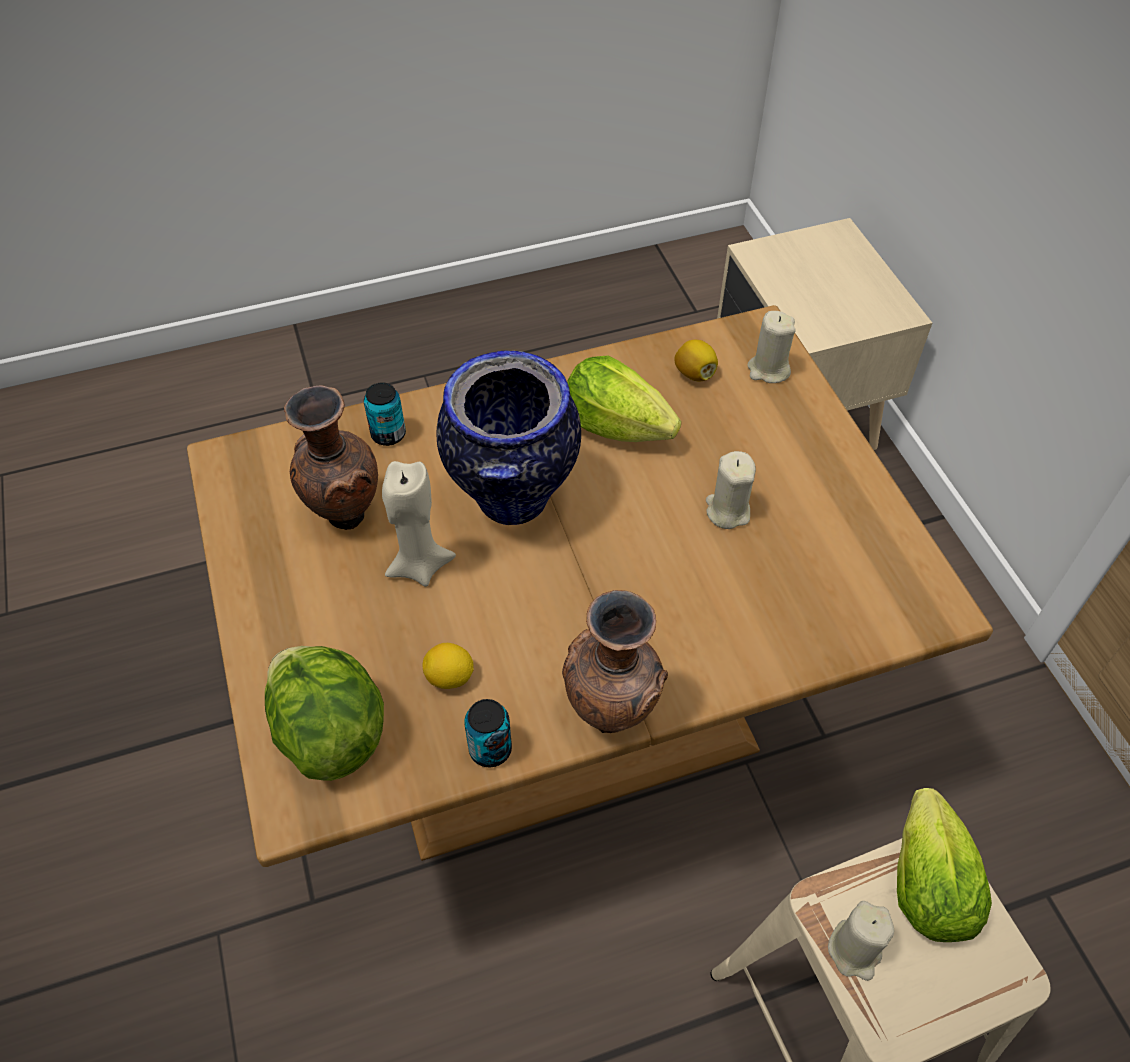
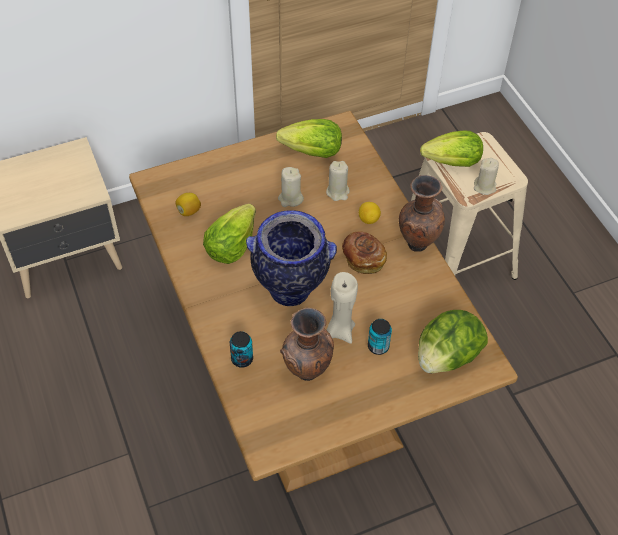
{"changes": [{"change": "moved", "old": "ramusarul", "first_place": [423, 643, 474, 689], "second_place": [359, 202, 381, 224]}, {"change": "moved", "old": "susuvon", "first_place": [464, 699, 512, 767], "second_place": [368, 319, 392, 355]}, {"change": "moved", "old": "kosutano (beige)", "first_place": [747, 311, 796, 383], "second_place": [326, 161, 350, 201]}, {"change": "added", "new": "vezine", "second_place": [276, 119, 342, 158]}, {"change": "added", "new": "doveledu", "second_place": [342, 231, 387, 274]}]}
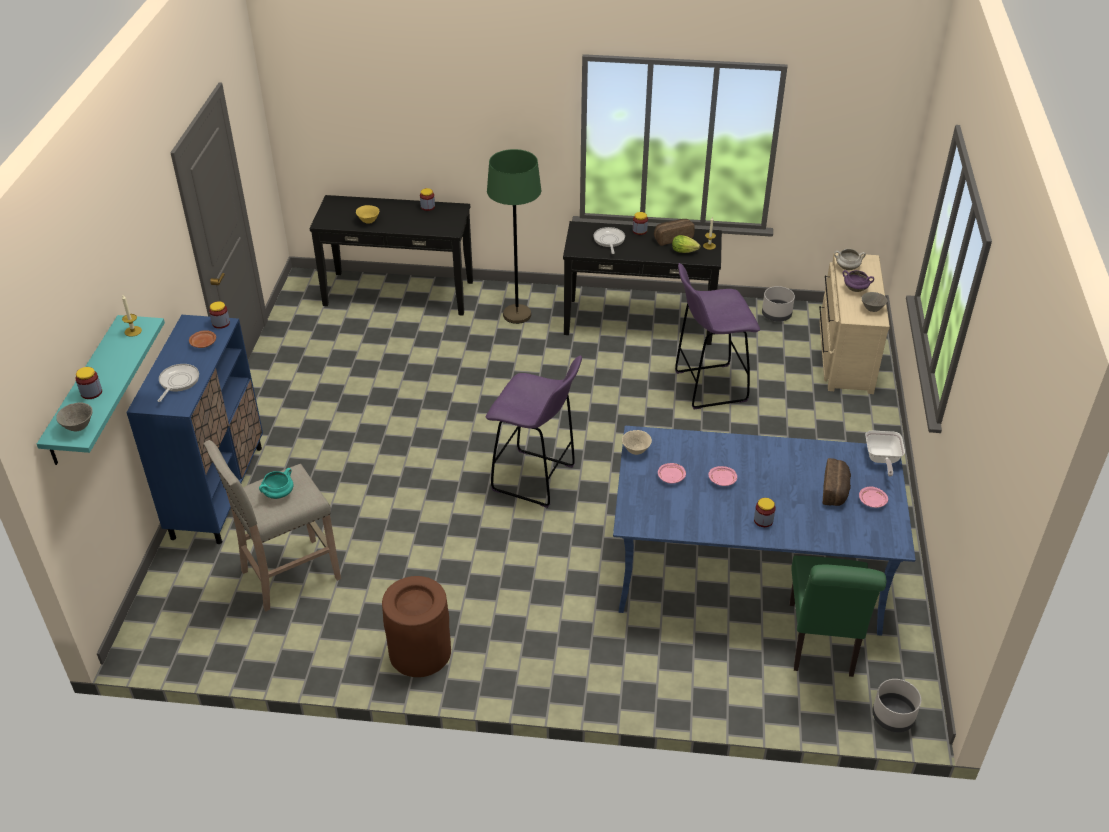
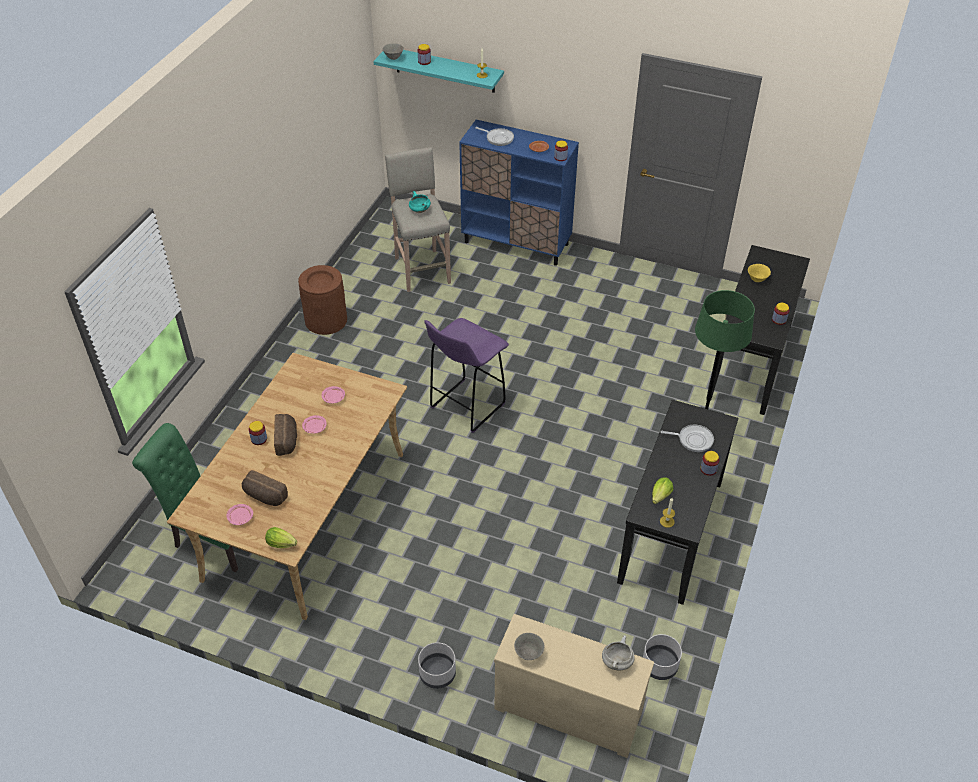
{"changes": [{"change": "recoloured", "old": "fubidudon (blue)", "new": "fubidudon (beige)", "first_place": [613, 426, 916, 636], "second_place": [167, 353, 407, 620]}, {"change": "removed", "old": "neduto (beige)", "first_place": [622, 430, 652, 455]}, {"change": "moved", "old": "doveledu", "first_place": [654, 219, 695, 246], "second_place": [274, 414, 297, 456]}, {"change": "removed", "old": "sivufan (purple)", "first_place": [675, 263, 760, 409]}, {"change": "removed", "old": "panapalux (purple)", "first_place": [842, 270, 874, 292]}, {"change": "replaced", "old": "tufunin", "new": "vezine", "first_place": [865, 430, 905, 477], "second_place": [265, 527, 297, 548]}, {"change": "moved", "old": "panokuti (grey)", "first_place": [872, 679, 921, 732], "second_place": [418, 642, 456, 689]}]}
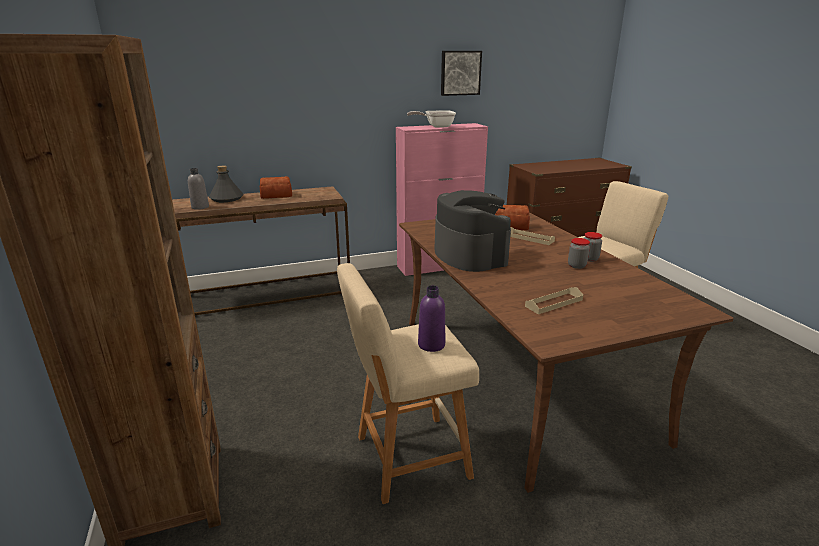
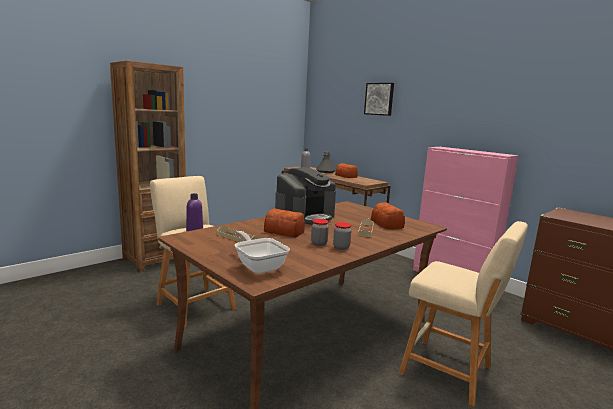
{"changes": [{"change": "moved", "old": "tufunin", "first_place": [407, 110, 456, 128], "second_place": [235, 231, 290, 274]}, {"change": "moved", "old": "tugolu", "first_place": [441, 51, 482, 96], "second_place": [364, 83, 394, 116]}, {"change": "added", "new": "doveledu", "second_place": [264, 208, 305, 237]}]}
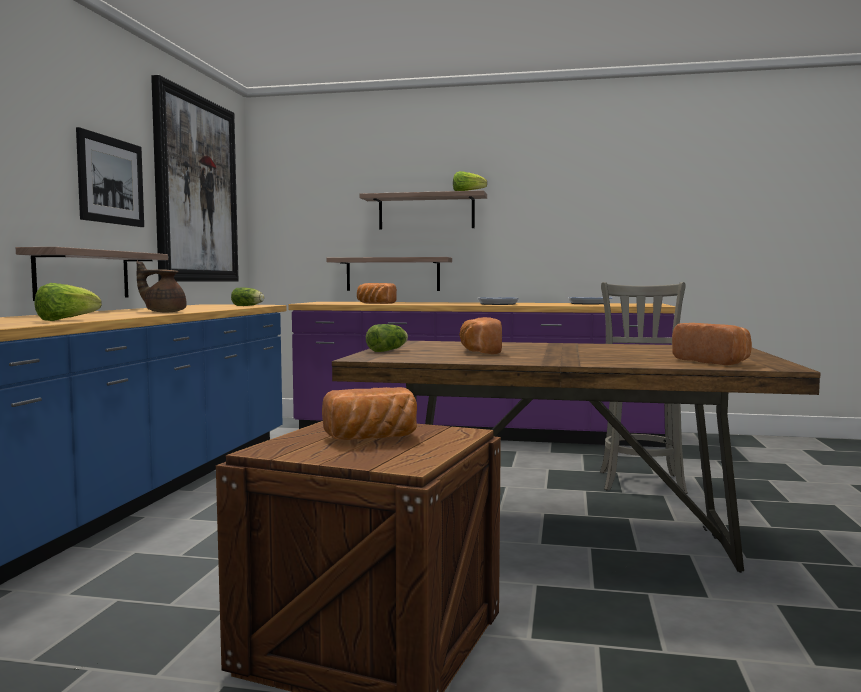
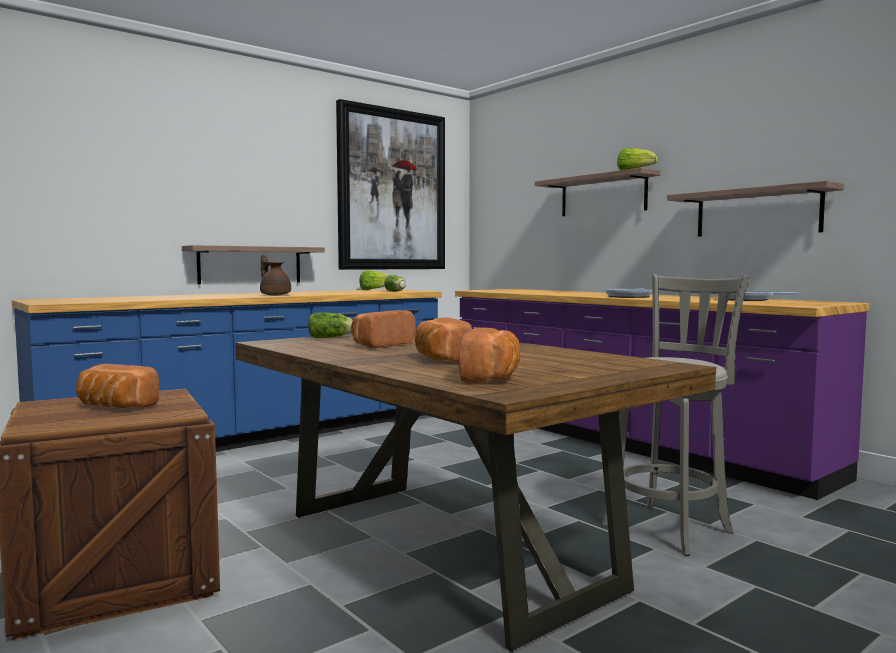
{"changes": [{"change": "moved", "old": "vezine", "first_place": [34, 283, 102, 321], "second_place": [360, 270, 389, 290]}, {"change": "removed", "old": "tugolu", "first_place": [76, 127, 144, 227]}, {"change": "moved", "old": "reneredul", "first_place": [326, 257, 452, 291], "second_place": [667, 181, 844, 237]}, {"change": "moved", "old": "doveledu", "first_place": [357, 283, 397, 304], "second_place": [415, 318, 472, 363]}]}
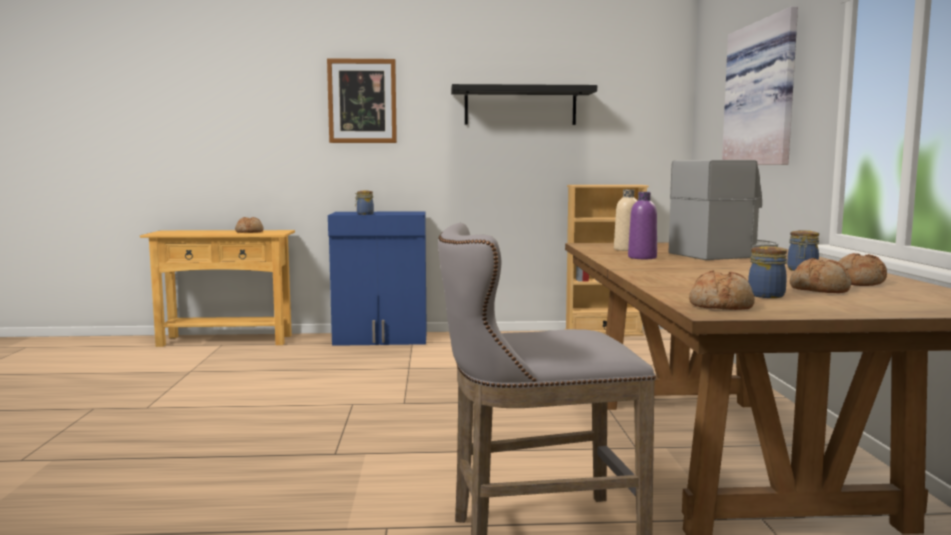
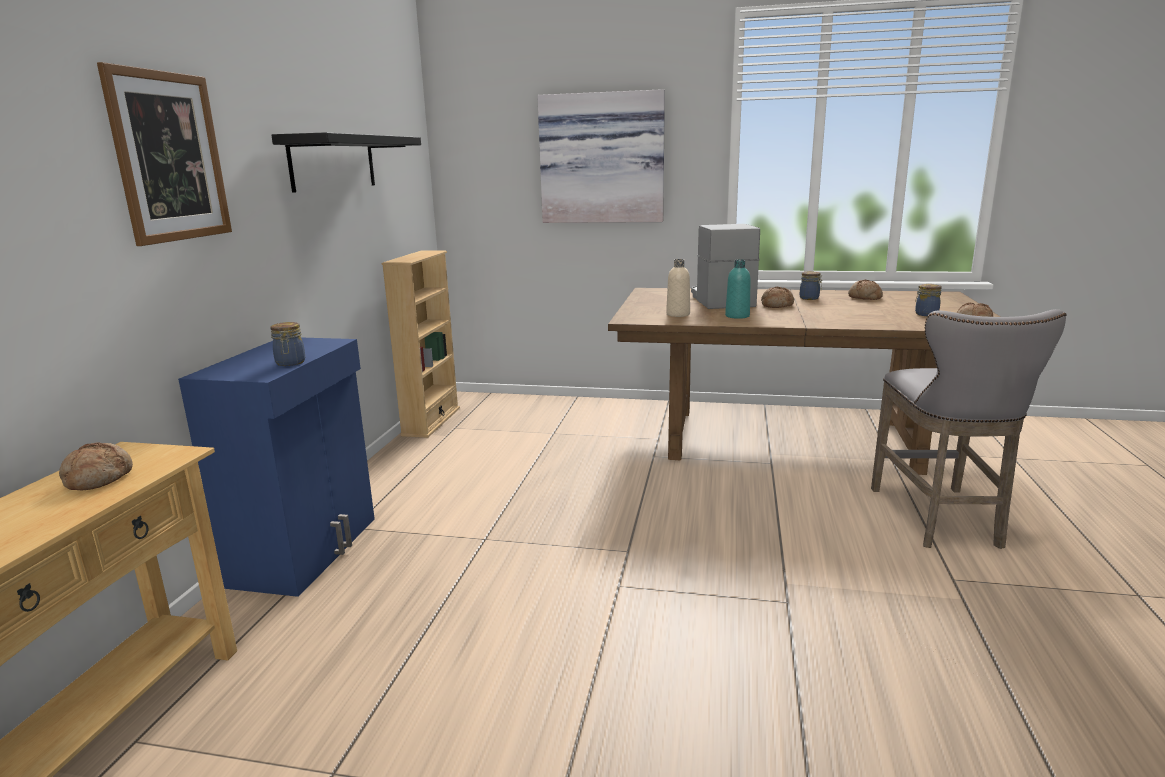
{"changes": [{"change": "recoloured", "old": "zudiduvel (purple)", "new": "zudiduvel (turquoise)", "first_place": [628, 192, 657, 259], "second_place": [725, 260, 750, 319]}, {"change": "moved", "old": "doveledu", "first_place": [790, 258, 852, 293], "second_place": [761, 287, 794, 308]}]}
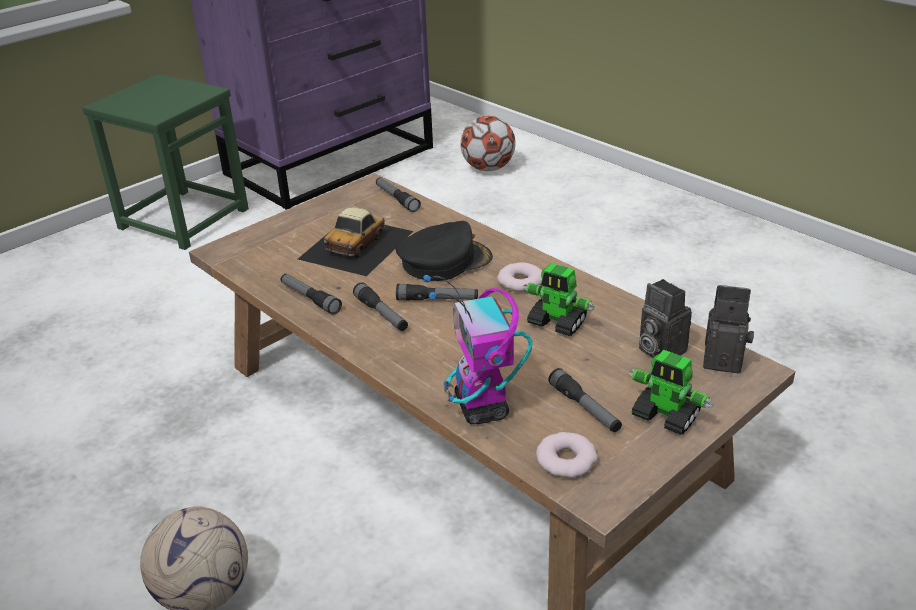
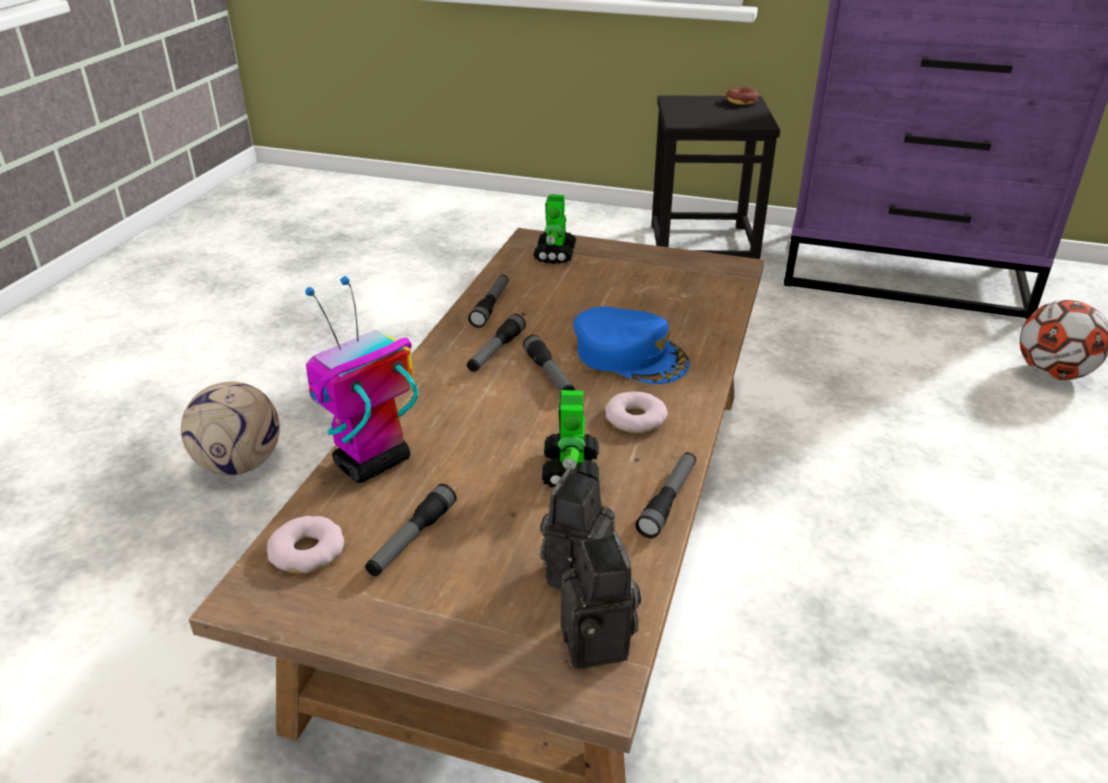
{"changes": [{"change": "recoloured", "old": "sivufan (green)", "new": "sivufan (black)", "first_place": [82, 74, 249, 250], "second_place": [651, 95, 780, 259]}, {"change": "removed", "old": "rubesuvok", "first_place": [298, 207, 413, 276]}, {"change": "moved", "old": "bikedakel", "first_place": [376, 177, 421, 212], "second_place": [635, 452, 696, 538]}, {"change": "recoloured", "old": "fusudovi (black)", "new": "fusudovi (blue)", "first_place": [395, 221, 493, 281], "second_place": [573, 306, 690, 384]}, {"change": "moved", "old": "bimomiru", "first_place": [629, 350, 713, 435], "second_place": [533, 194, 576, 264]}, {"change": "added", "new": "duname", "second_place": [726, 87, 759, 105]}]}
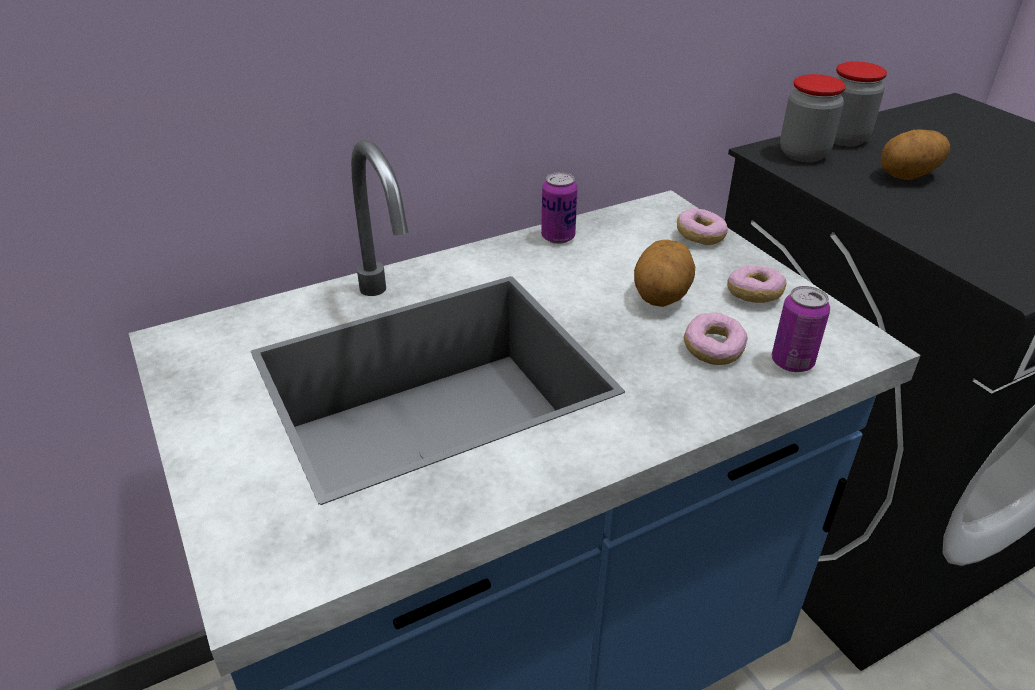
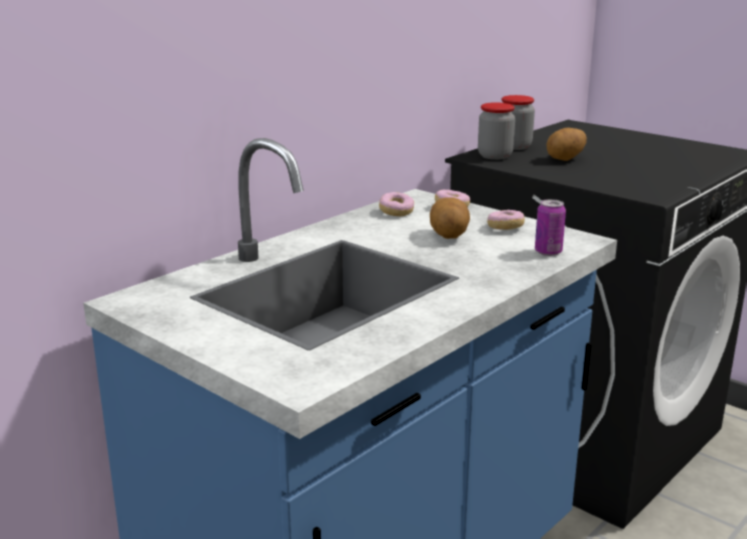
{"changes": [{"change": "removed", "old": "susuvon", "first_place": [541, 172, 578, 244]}, {"change": "moved", "old": "duname", "first_place": [684, 312, 748, 365], "second_place": [379, 192, 414, 216]}]}
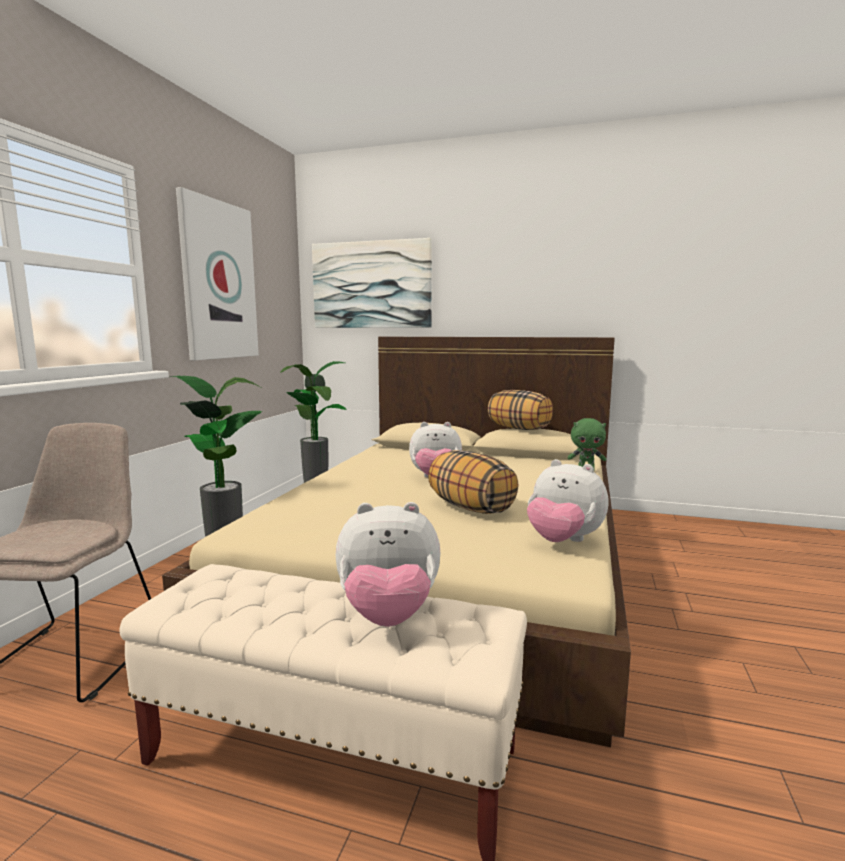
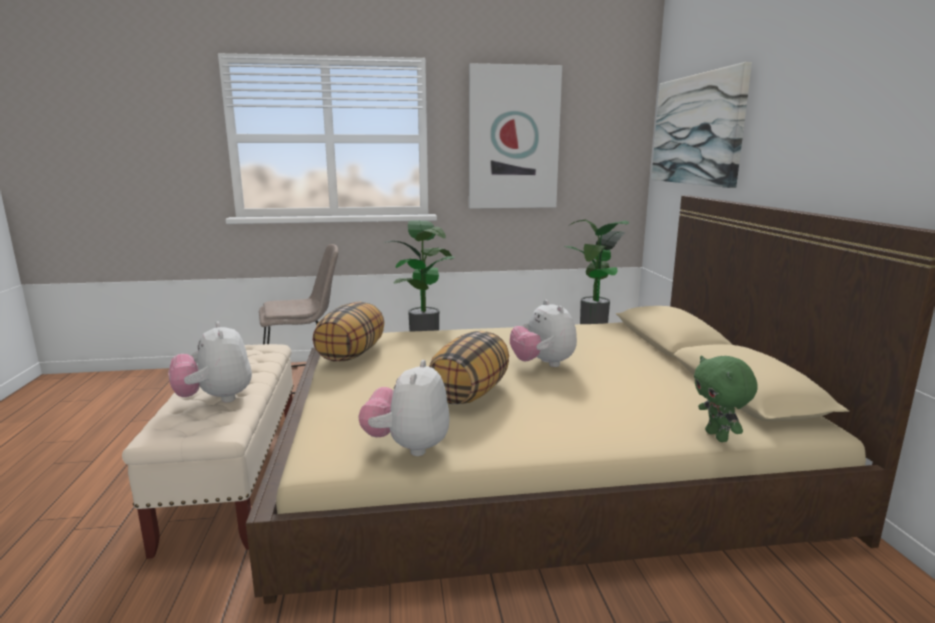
{"changes": [{"change": "moved", "old": "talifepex", "first_place": [488, 390, 553, 430], "second_place": [313, 302, 385, 361]}]}
